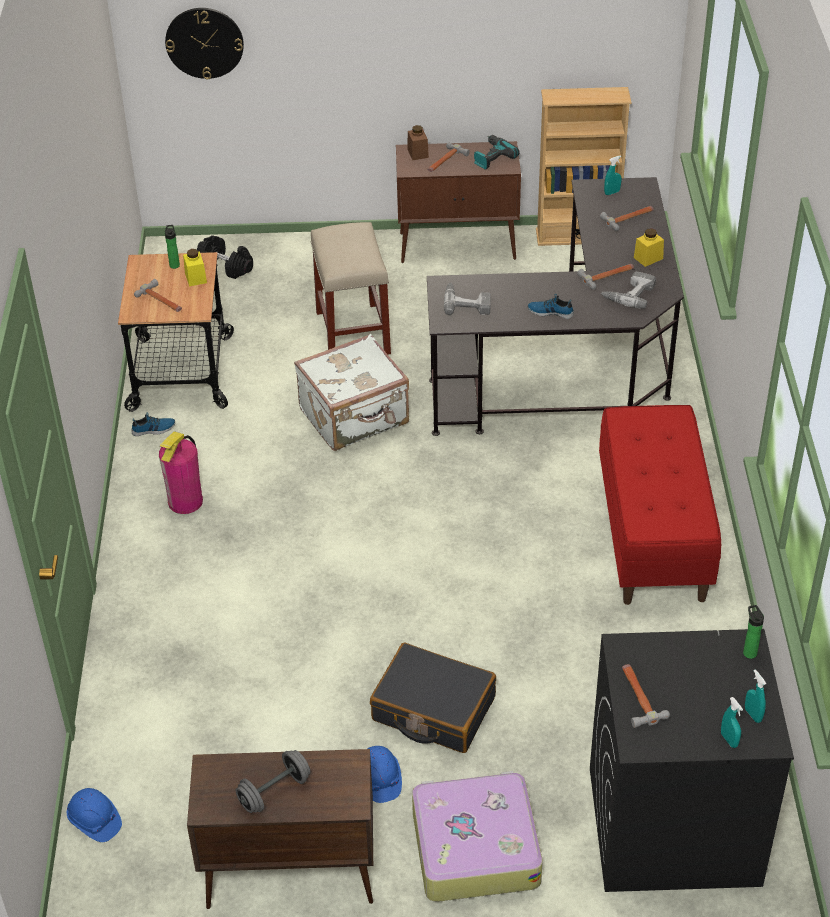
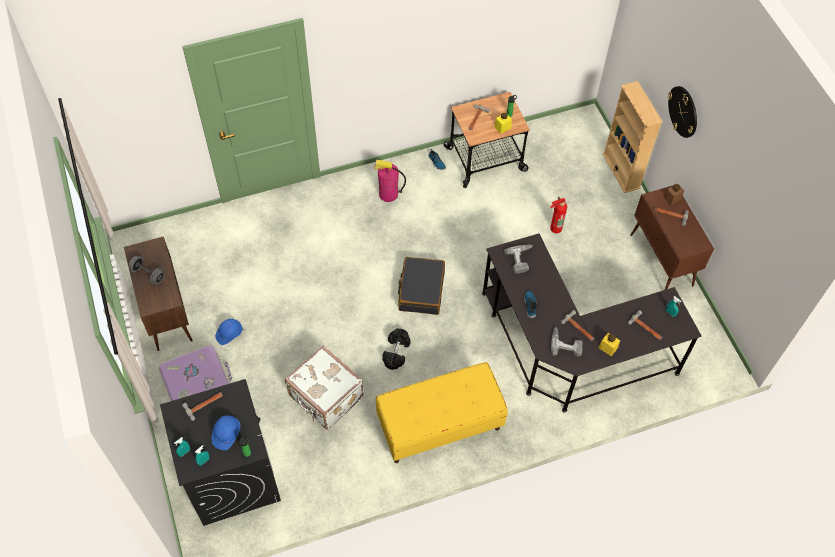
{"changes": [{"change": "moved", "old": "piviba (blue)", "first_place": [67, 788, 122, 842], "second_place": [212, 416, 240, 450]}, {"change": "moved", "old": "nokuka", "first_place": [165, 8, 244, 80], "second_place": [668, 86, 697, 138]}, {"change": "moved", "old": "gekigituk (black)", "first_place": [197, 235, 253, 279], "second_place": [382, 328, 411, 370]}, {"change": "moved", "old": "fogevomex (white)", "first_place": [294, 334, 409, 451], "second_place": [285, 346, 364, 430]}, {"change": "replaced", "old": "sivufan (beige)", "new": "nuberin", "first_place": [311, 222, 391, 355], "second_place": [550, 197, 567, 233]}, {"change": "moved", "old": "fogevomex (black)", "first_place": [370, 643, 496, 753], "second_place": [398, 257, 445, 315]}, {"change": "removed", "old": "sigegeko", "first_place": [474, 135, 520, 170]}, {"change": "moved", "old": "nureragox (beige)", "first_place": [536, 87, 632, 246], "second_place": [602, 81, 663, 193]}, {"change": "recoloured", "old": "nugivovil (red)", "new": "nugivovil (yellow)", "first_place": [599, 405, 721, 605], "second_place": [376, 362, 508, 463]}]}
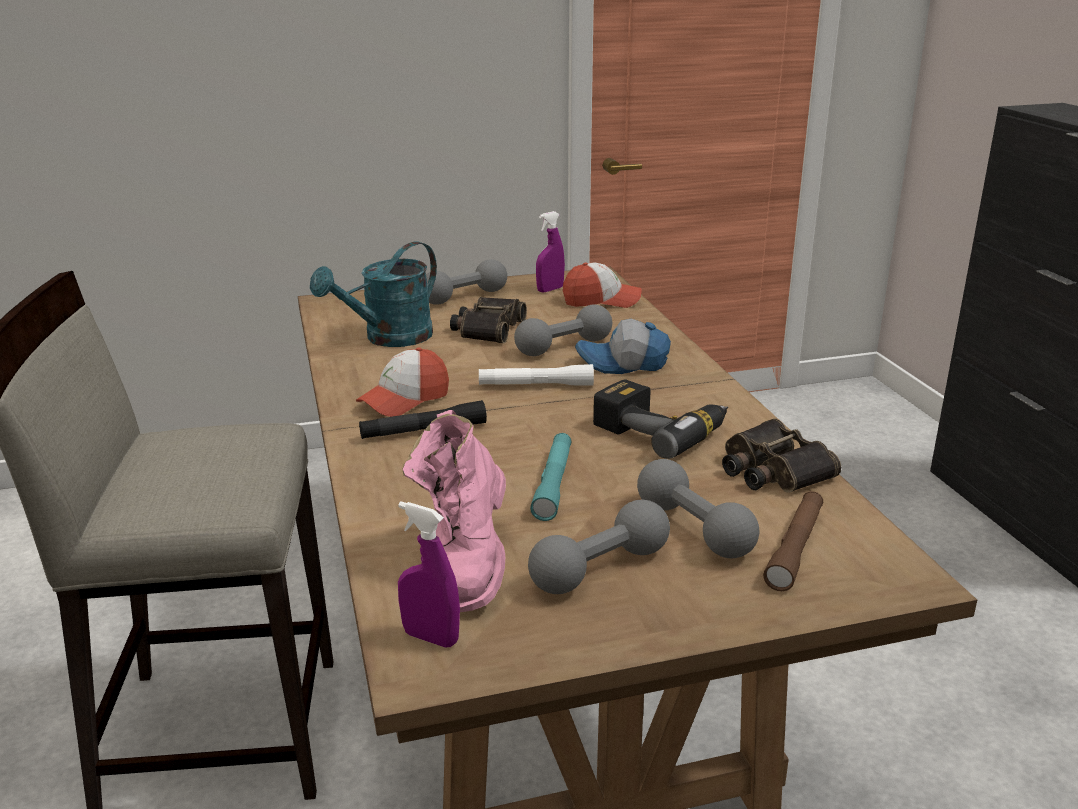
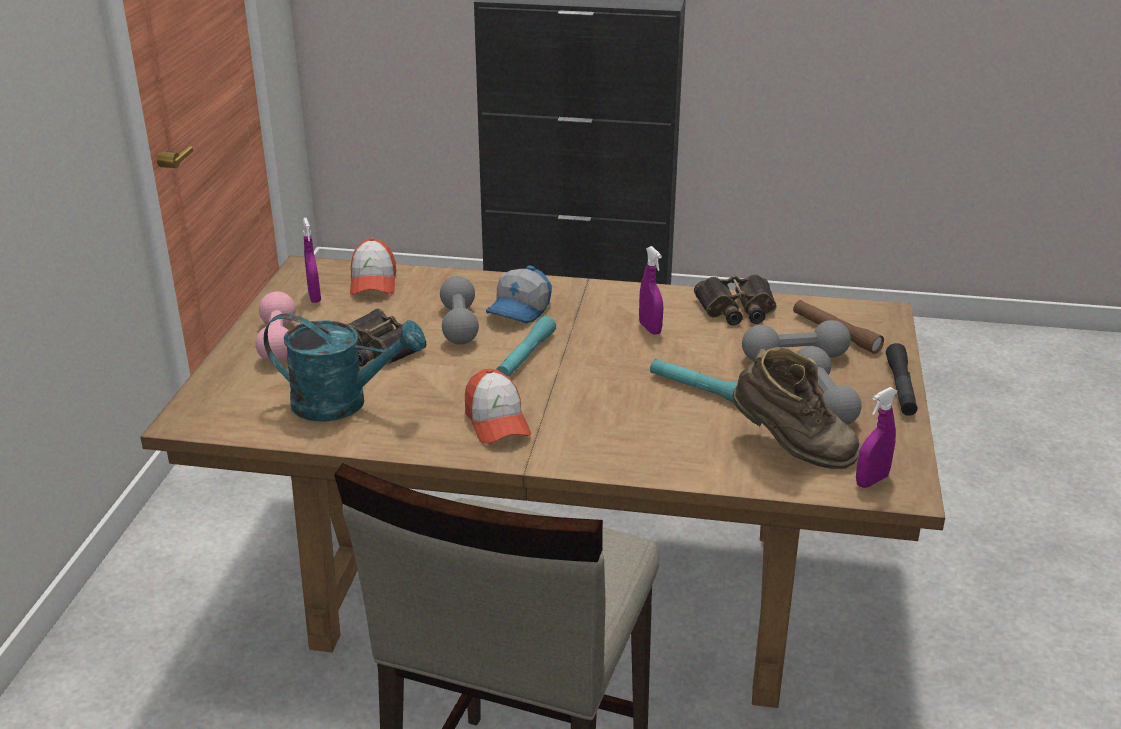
{"changes": [{"change": "turned", "old": "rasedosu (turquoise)", "first_place": [310, 242, 437, 347], "second_place": [264, 313, 425, 422], "degrees": -60}, {"change": "moved", "old": "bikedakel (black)", "first_place": [359, 400, 487, 439], "second_place": [886, 343, 918, 416]}, {"change": "recoloured", "old": "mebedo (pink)", "new": "mebedo (brown)", "first_place": [403, 410, 506, 612], "second_place": [733, 347, 861, 469]}, {"change": "recoloured", "old": "gekigituk (grey)", "new": "gekigituk (pink)", "first_place": [426, 259, 507, 305], "second_place": [255, 292, 296, 362]}, {"change": "recoloured", "old": "bikedakel (white)", "new": "bikedakel (turquoise)", "first_place": [479, 364, 594, 386], "second_place": [496, 316, 556, 377]}, {"change": "turned", "old": "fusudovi", "first_place": [563, 263, 641, 308], "second_place": [350, 238, 396, 295], "degrees": 150}, {"change": "replaced", "old": "sigegeko", "new": "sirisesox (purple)", "first_place": [593, 379, 728, 459], "second_place": [639, 246, 663, 335]}]}
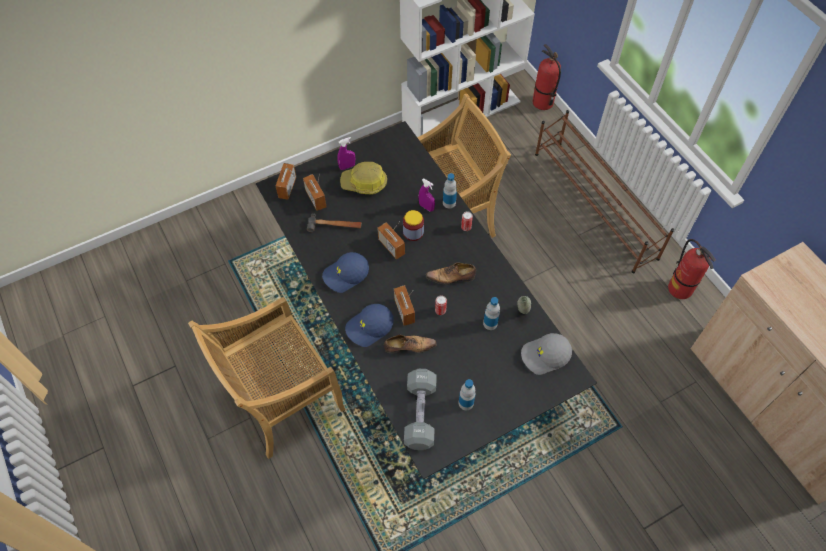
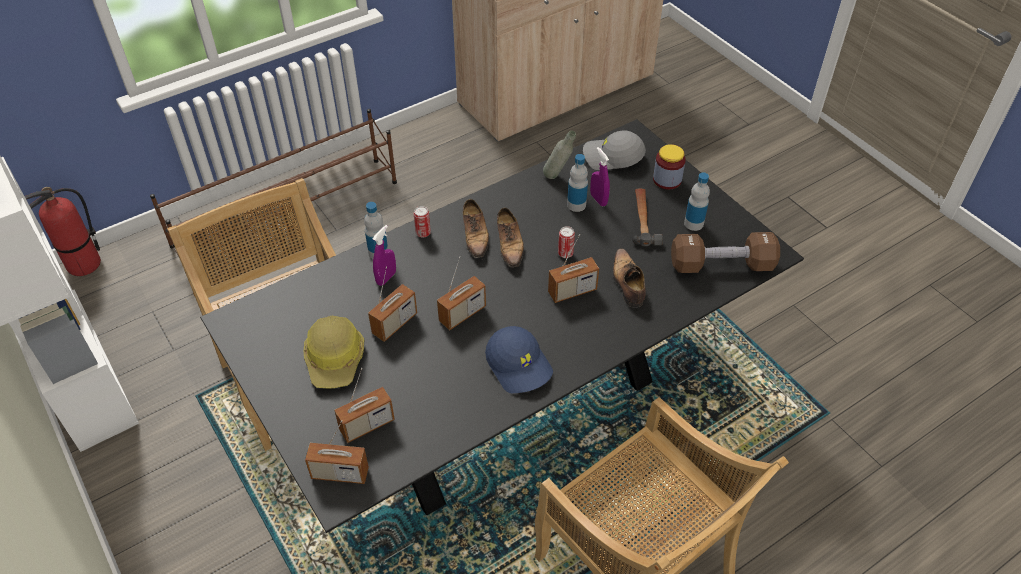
{"changes": [{"change": "moved", "old": "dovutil", "first_place": [307, 213, 362, 232], "second_place": [632, 188, 663, 246]}, {"change": "moved", "old": "sirisesox (purple)", "first_place": [337, 137, 355, 170], "second_place": [590, 147, 610, 206]}, {"change": "removed", "old": "fusudovi (blue)", "first_place": [345, 304, 394, 347]}, {"change": "moved", "old": "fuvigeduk", "first_place": [403, 210, 424, 241], "second_place": [653, 144, 686, 189]}, {"change": "recoloured", "old": "gekigituk (grey)", "new": "gekigituk (brown)", "first_place": [404, 369, 437, 450], "second_place": [671, 232, 780, 273]}, {"change": "turned", "old": "fusudovi (grey)", "first_place": [521, 333, 572, 375], "second_place": [583, 131, 646, 170], "degrees": 120}, {"change": "removed", "old": "nuberin", "first_place": [668, 239, 716, 299]}, {"change": "added", "new": "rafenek", "second_place": [368, 266, 417, 342]}, {"change": "added", "new": "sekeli", "second_place": [463, 199, 489, 258]}]}
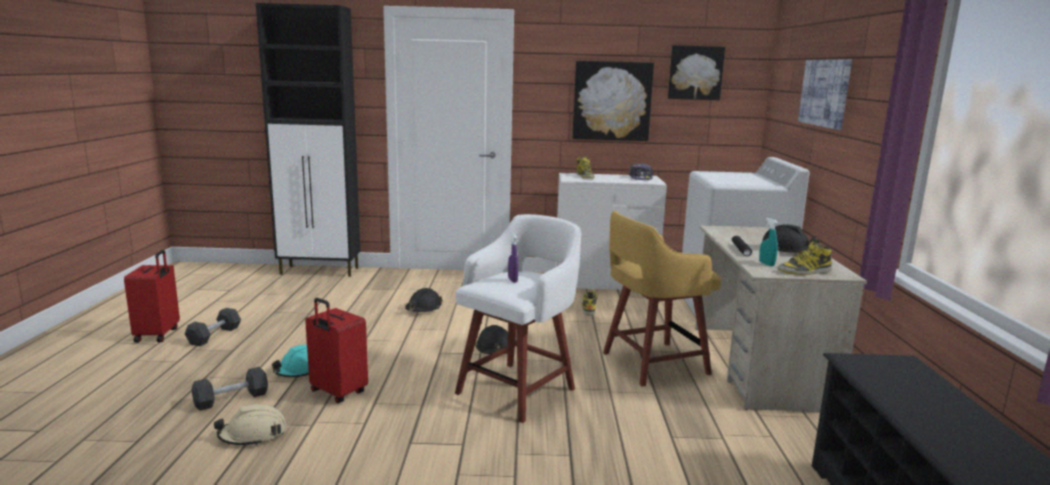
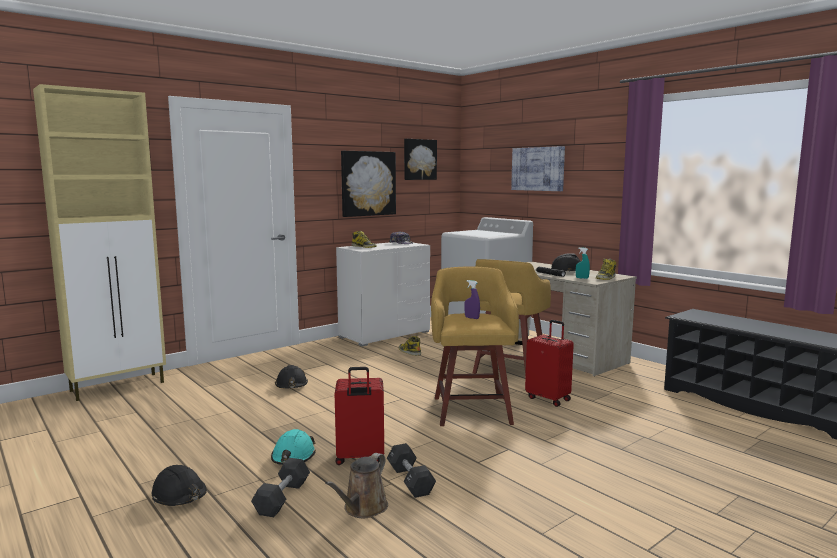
{"changes": [{"change": "moved", "old": "fogevomex (red)", "first_place": [124, 250, 180, 343], "second_place": [525, 320, 574, 407]}, {"change": "moved", "old": "gekigituk (black)", "first_place": [184, 308, 241, 346], "second_place": [387, 443, 436, 498]}, {"change": "replaced", "old": "piviba (beige)", "new": "rasedosu (brown)", "first_place": [214, 404, 287, 446], "second_place": [325, 453, 388, 518]}, {"change": "recoloured", "old": "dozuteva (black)", "new": "dozuteva (beige)", "first_place": [256, 3, 360, 277], "second_place": [33, 84, 166, 401]}, {"change": "recoloured", "old": "sivufan (white)", "new": "sivufan (yellow)", "first_place": [455, 214, 581, 423], "second_place": [431, 266, 519, 426]}, {"change": "moved", "old": "piviba (black)", "first_place": [475, 325, 508, 354], "second_place": [152, 465, 207, 506]}]}
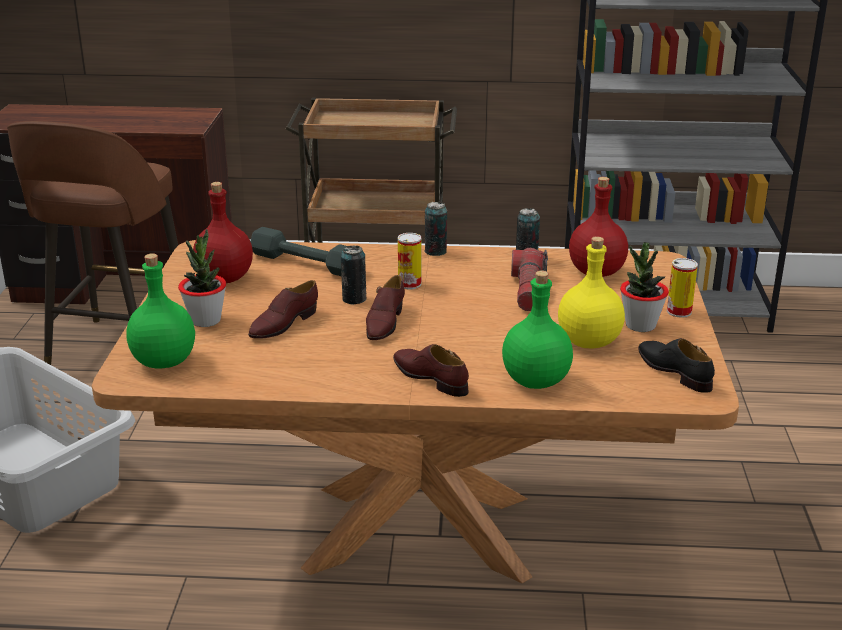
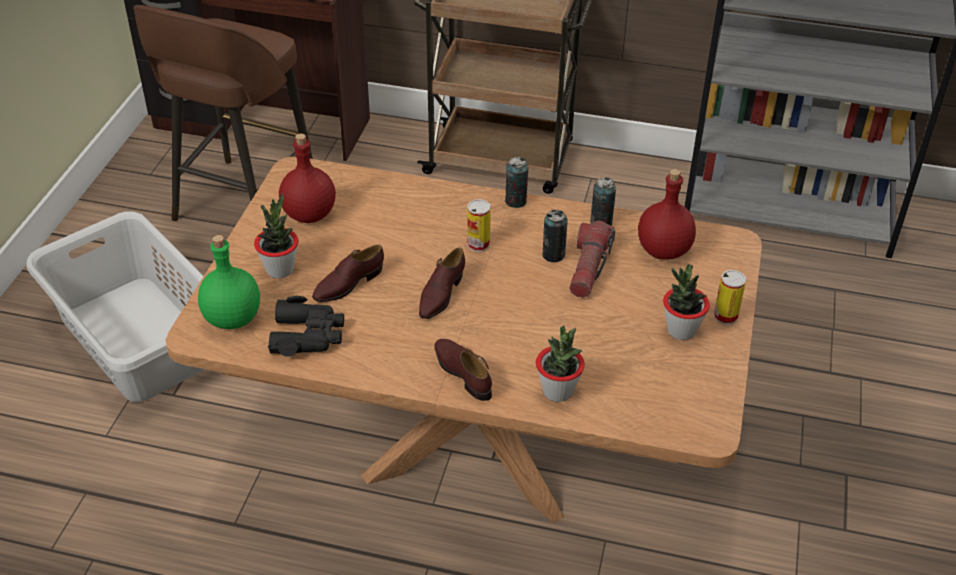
{"changes": [{"change": "removed", "old": "gekigituk (grey)", "first_place": [250, 227, 346, 276]}, {"change": "moved", "old": "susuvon", "first_place": [341, 246, 366, 305], "second_place": [542, 210, 568, 262]}, {"change": "replaced", "old": "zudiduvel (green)", "new": "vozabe", "first_place": [502, 271, 573, 389], "second_place": [536, 326, 585, 402]}, {"change": "removed", "old": "zudiduvel (yellow)", "first_place": [558, 236, 625, 349]}, {"change": "removed", "old": "sekeli (black)", "first_place": [638, 338, 715, 393]}, {"change": "added", "new": "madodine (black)", "second_place": [268, 296, 344, 357]}]}
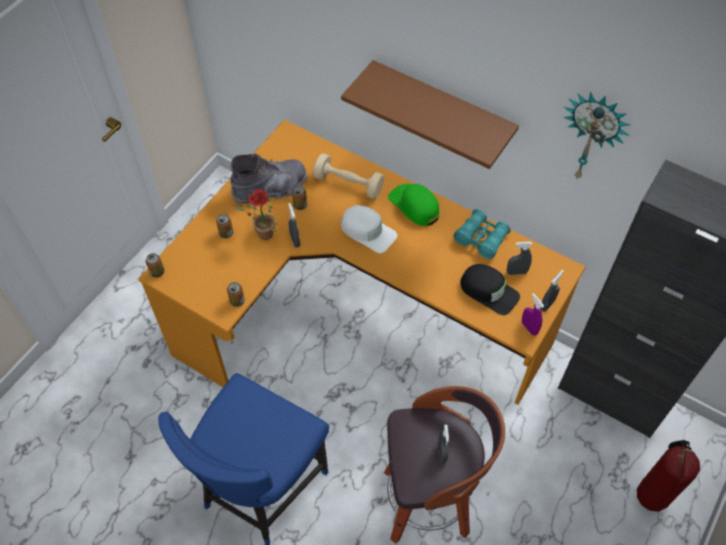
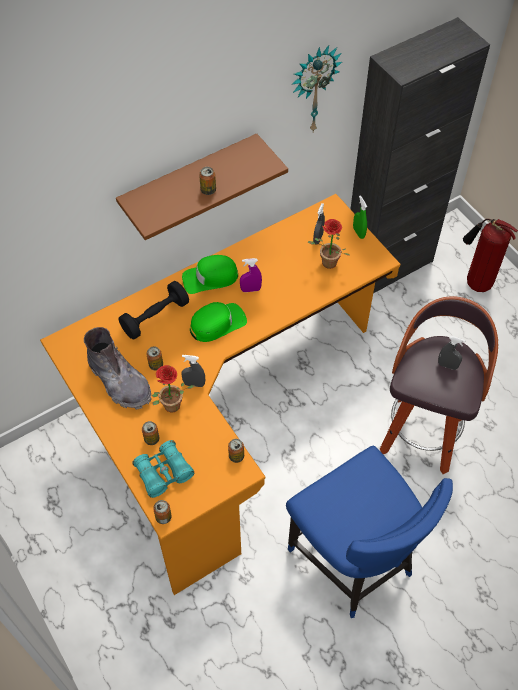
{"changes": [{"change": "turned", "old": "mebedo (grey)", "first_place": [230, 154, 307, 204], "second_place": [84, 327, 152, 410], "degrees": 135}, {"change": "recoloured", "old": "gekigituk (beige)", "new": "gekigituk (black)", "first_place": [313, 153, 384, 199], "second_place": [119, 281, 189, 339]}, {"change": "recoloured", "old": "fusudovi (white)", "new": "fusudovi (green)", "first_place": [341, 205, 397, 253], "second_place": [190, 302, 247, 342]}, {"change": "moved", "old": "madodine (turquoise)", "first_place": [454, 209, 511, 259], "second_place": [132, 440, 194, 498]}, {"change": "replaced", "old": "fusudovi (black)", "new": "vozabe", "first_place": [460, 264, 520, 315], "second_place": [308, 219, 350, 269]}, {"change": "moved", "old": "sirisesox (purple)", "first_place": [522, 293, 544, 336], "second_place": [240, 258, 262, 292]}, {"change": "recoloured", "old": "sirisesox (grey)", "new": "sirisesox (green)", "first_place": [541, 270, 564, 312], "second_place": [353, 195, 367, 239]}, {"change": "added", "new": "susuvon", "second_place": [199, 167, 216, 195]}]}
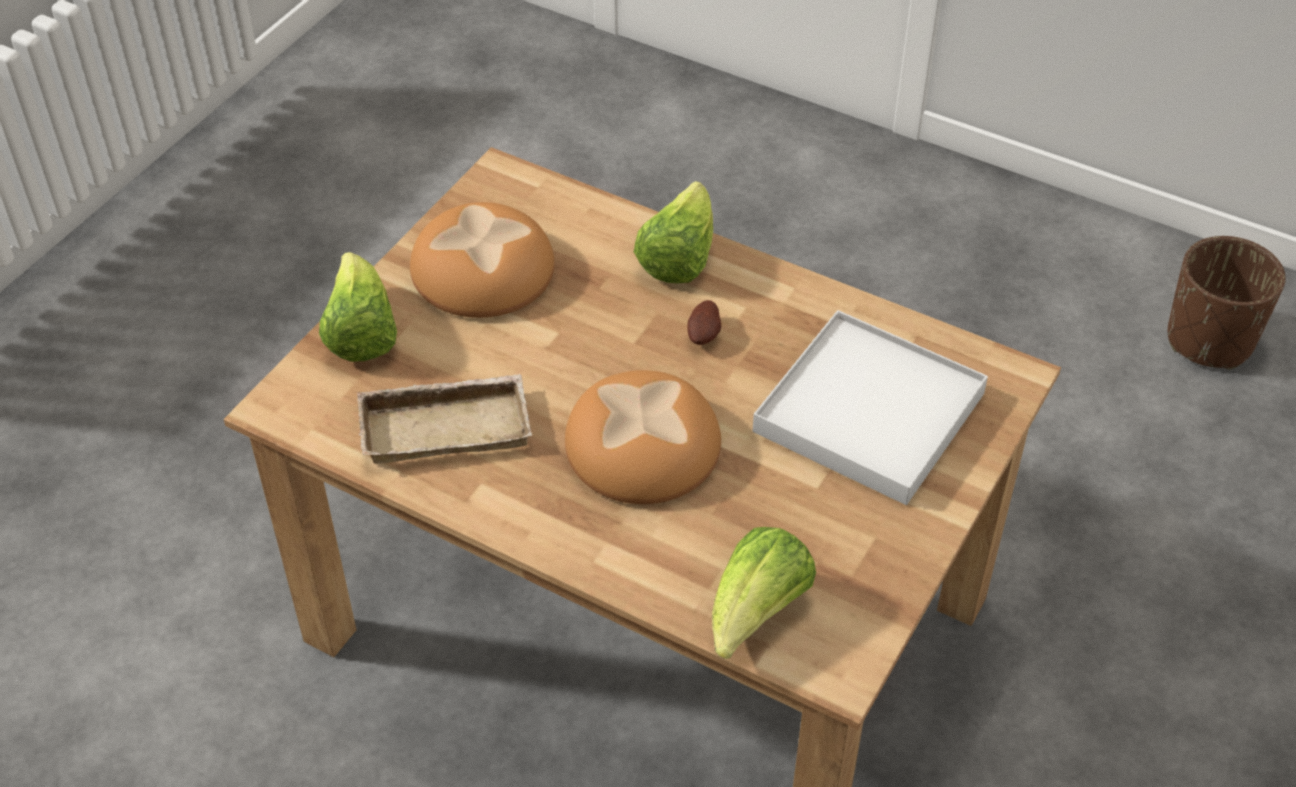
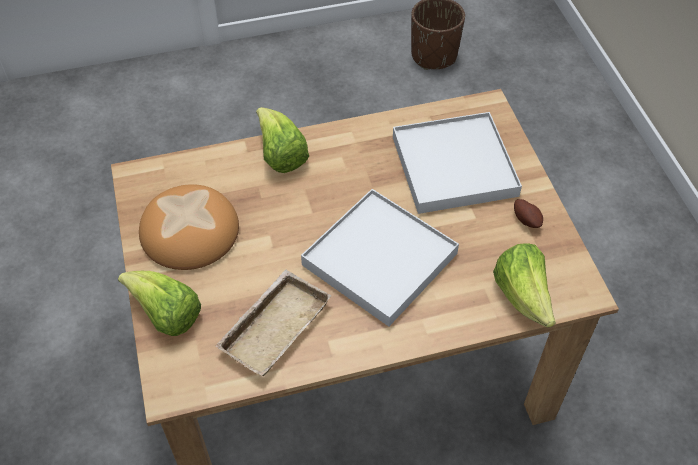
{"changes": [{"change": "replaced", "old": "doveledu", "new": "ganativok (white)", "first_place": [565, 370, 721, 504], "second_place": [301, 189, 459, 327]}, {"change": "moved", "old": "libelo", "first_place": [687, 300, 721, 345], "second_place": [514, 199, 543, 228]}]}
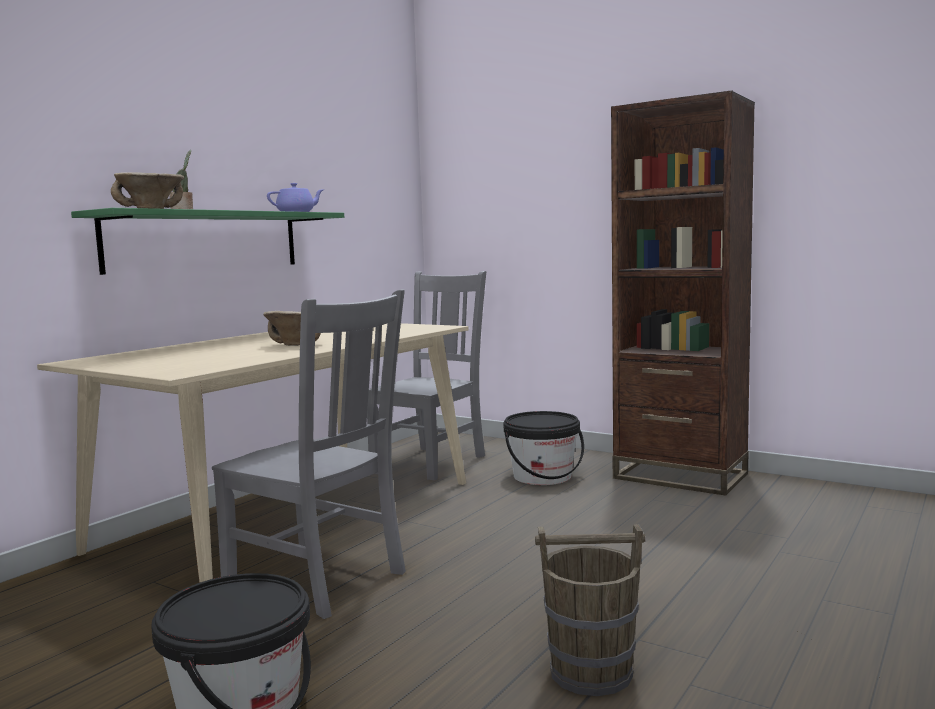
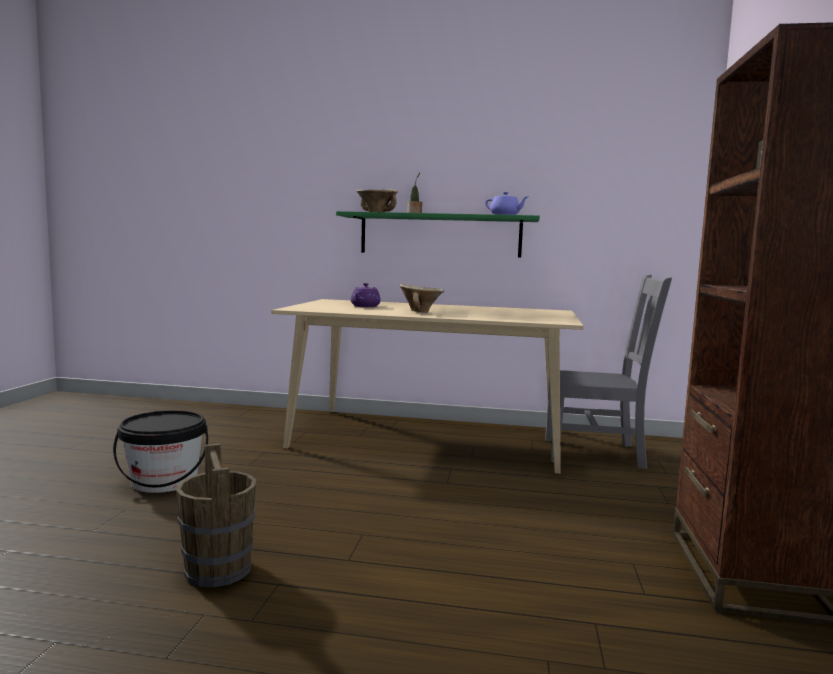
{"changes": [{"change": "removed", "old": "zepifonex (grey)", "first_place": [212, 289, 406, 619]}, {"change": "removed", "old": "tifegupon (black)", "first_place": [504, 411, 584, 485]}, {"change": "added", "new": "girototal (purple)", "second_place": [351, 283, 381, 307]}]}
